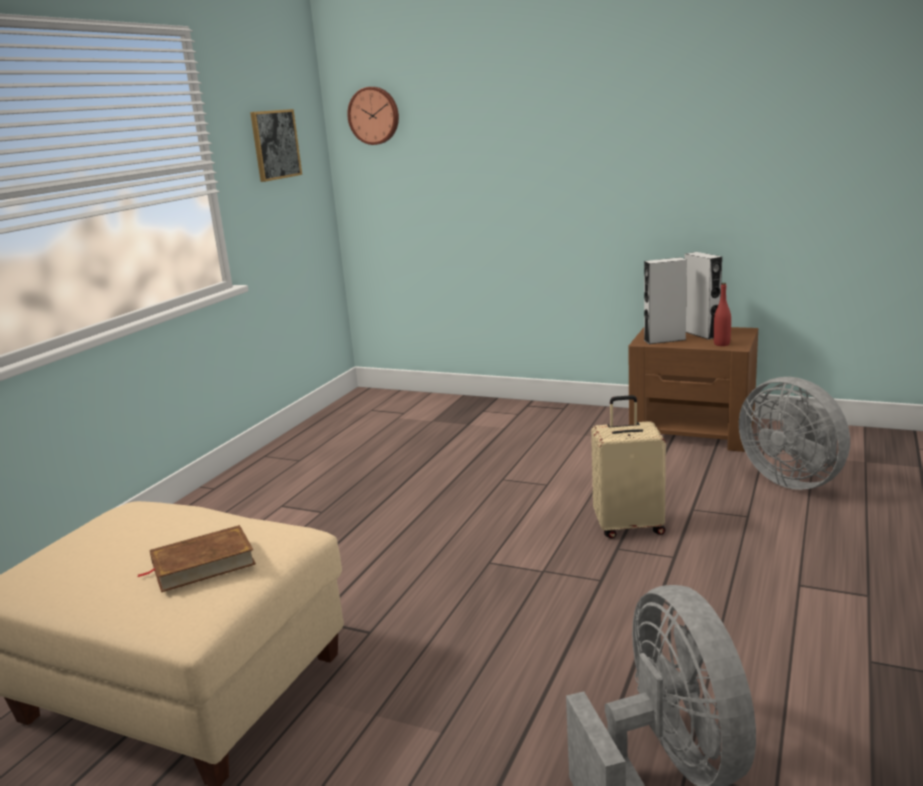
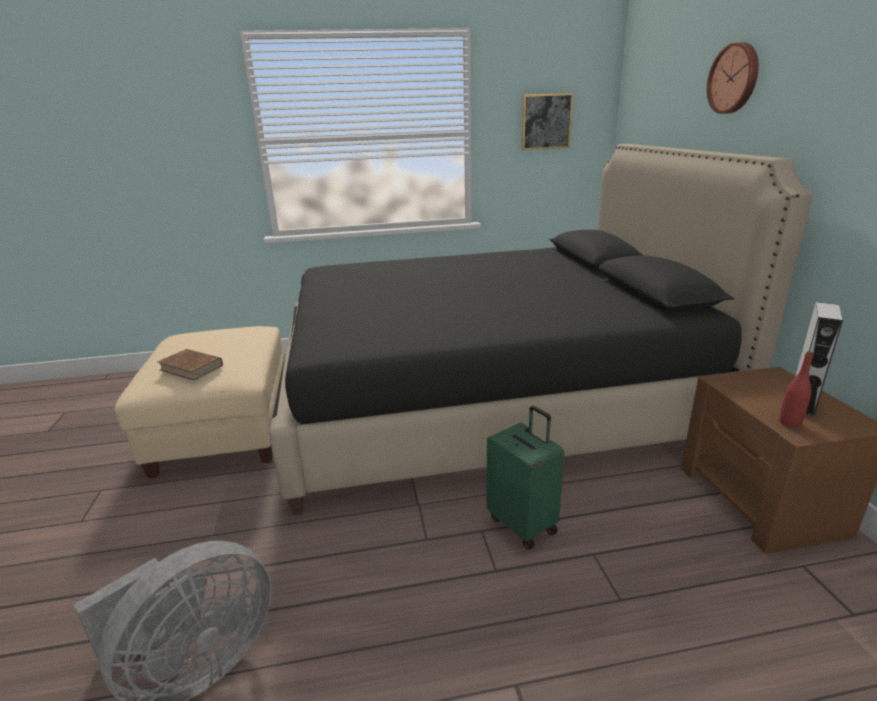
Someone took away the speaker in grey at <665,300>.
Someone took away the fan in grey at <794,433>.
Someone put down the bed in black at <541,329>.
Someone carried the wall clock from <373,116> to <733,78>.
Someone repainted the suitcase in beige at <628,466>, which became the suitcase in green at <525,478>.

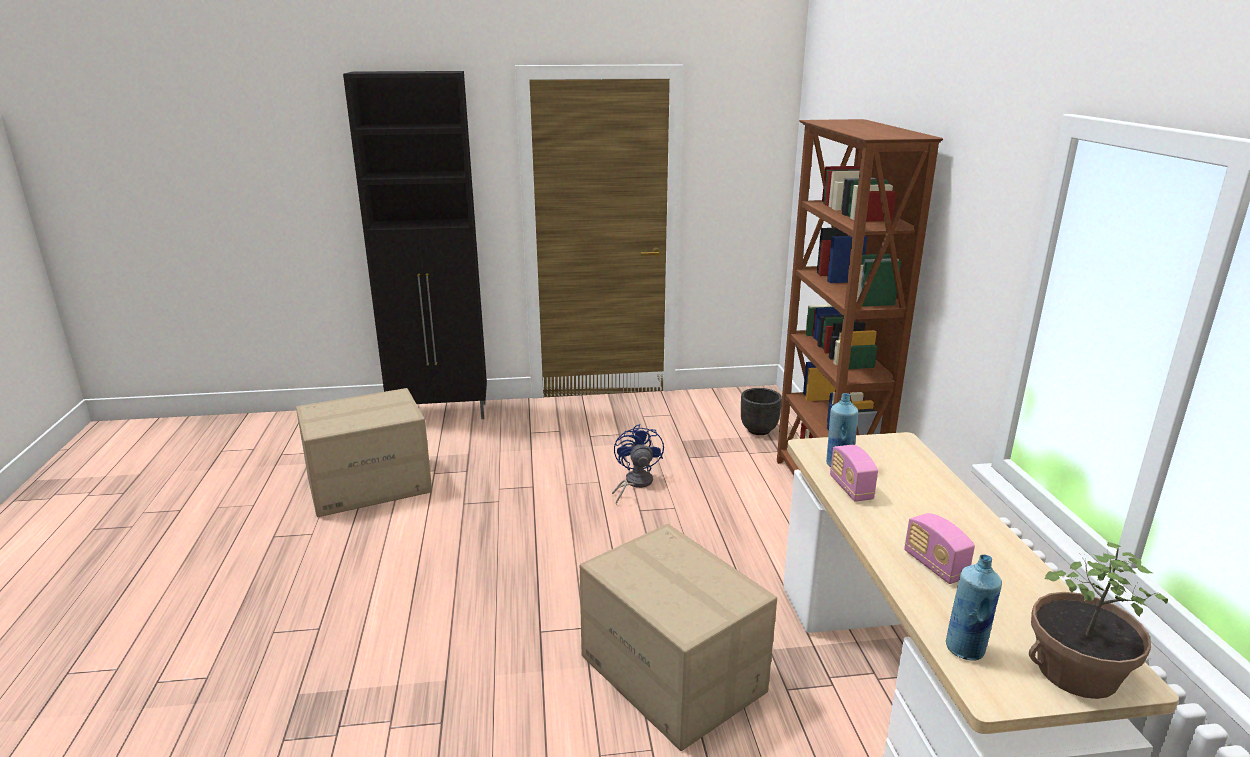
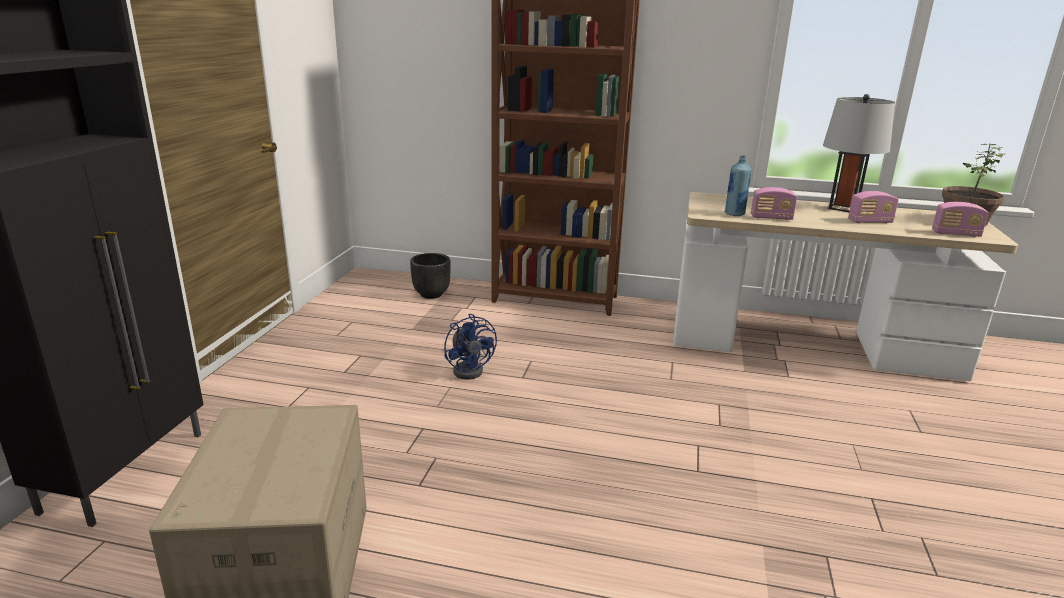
Someone took away the cardboard box at <678,637>.
Someone put down the table lamp in grey at <859,153>.
Someone swapped the bottle in blue at <974,607> for the radio at <960,219>.
Someone rotated the fan in blue at <638,464> by 135 degrees counterclockwise.

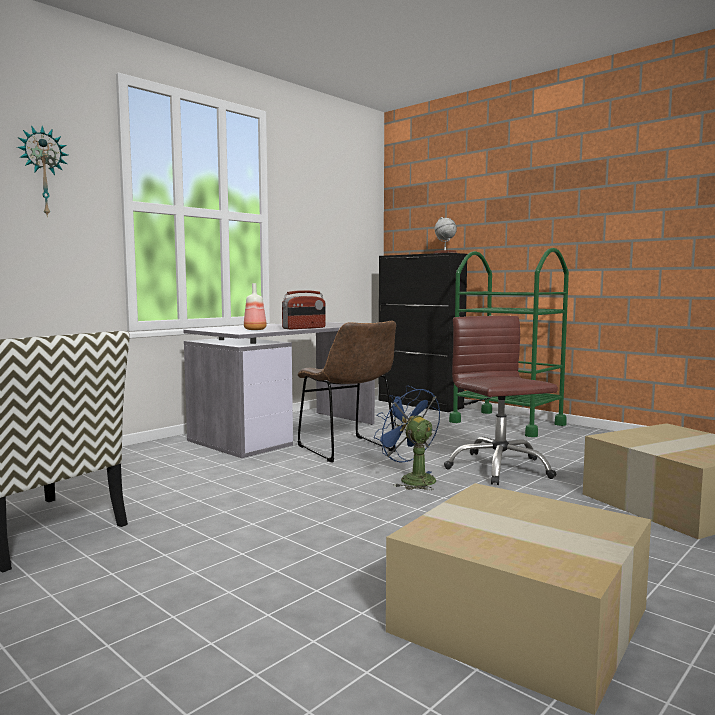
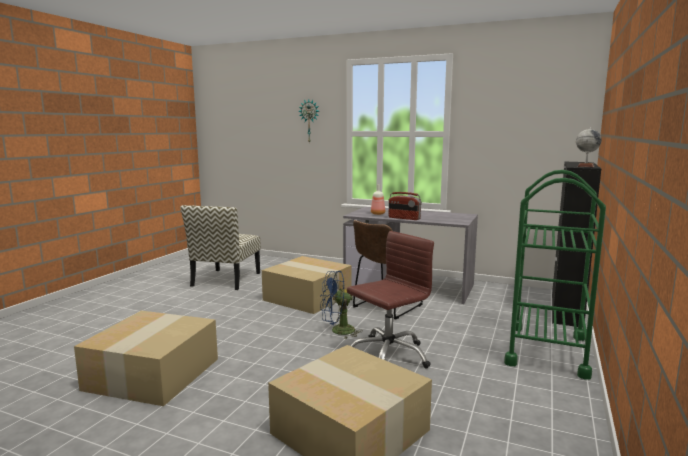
Someone put down the cardboard box at <307,285>.
Someone rotated the fan in blue at <407,438> by 135 degrees counterclockwise.

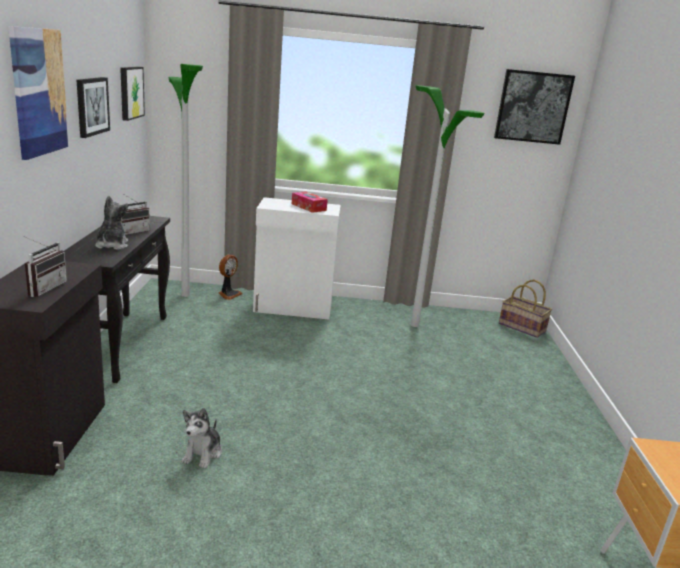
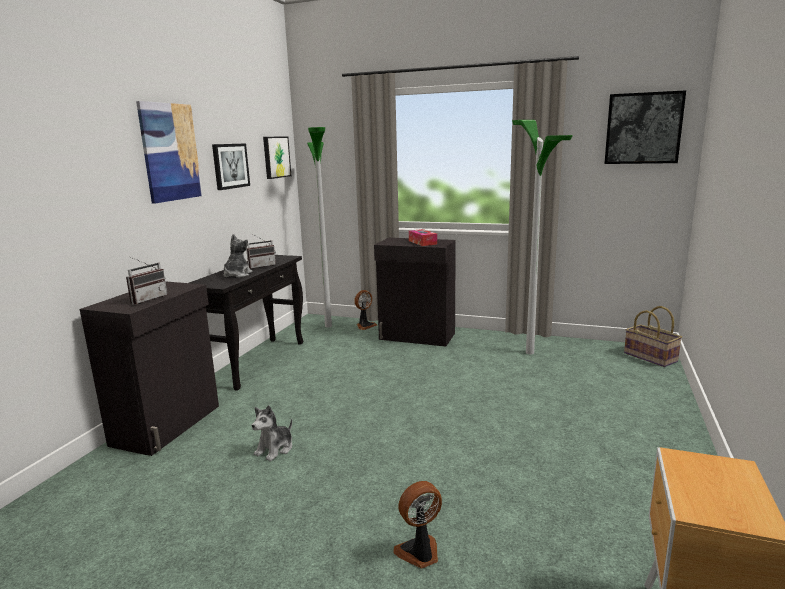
Someone put down the fan at <417,524>.
Someone repainted the cabinet in white at <297,258>, which became the cabinet in black at <415,292>.

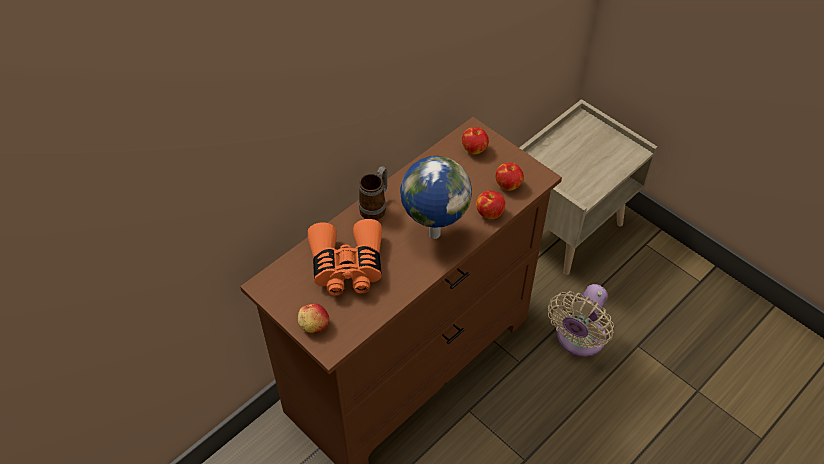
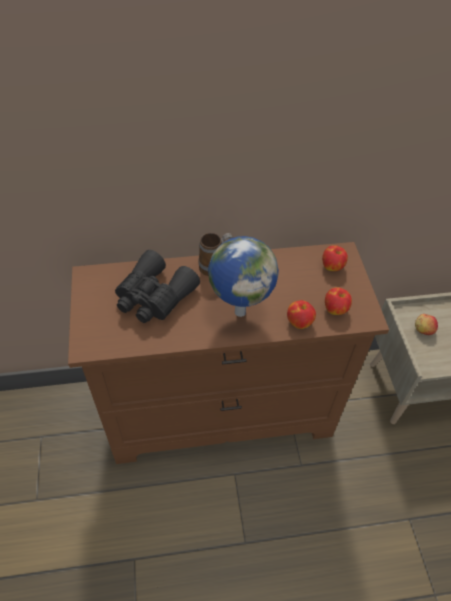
Someone took away the fan in beige at <581,320>.
Someone carried the apple from <313,318> to <426,324>.
Someone repainted the binoculars in orange at <345,257>, which became the binoculars in black at <157,286>.

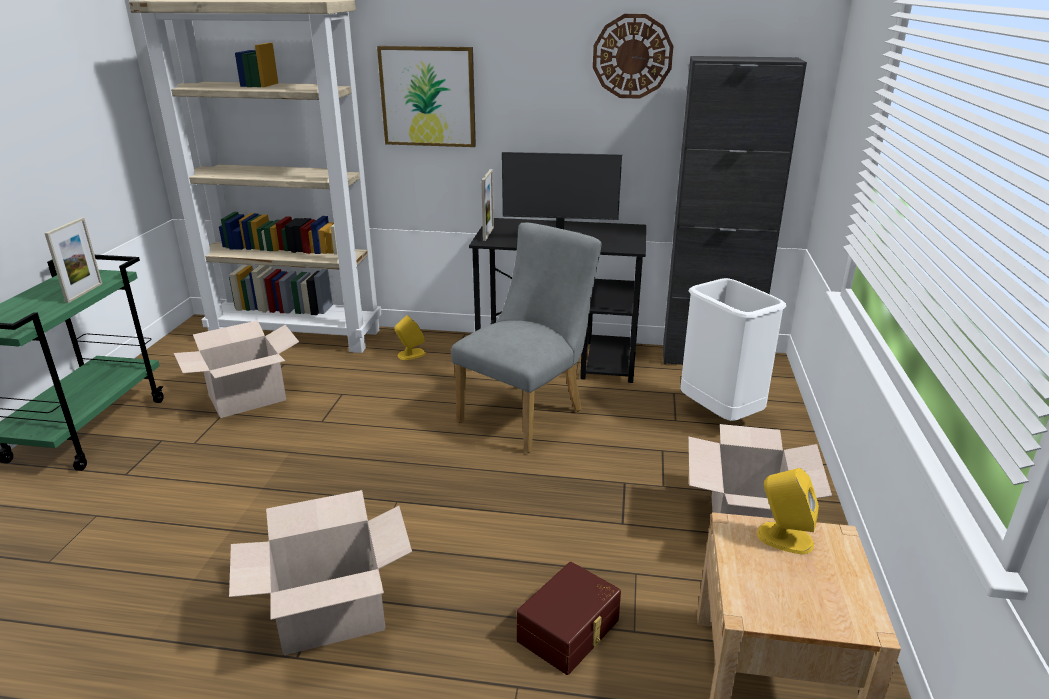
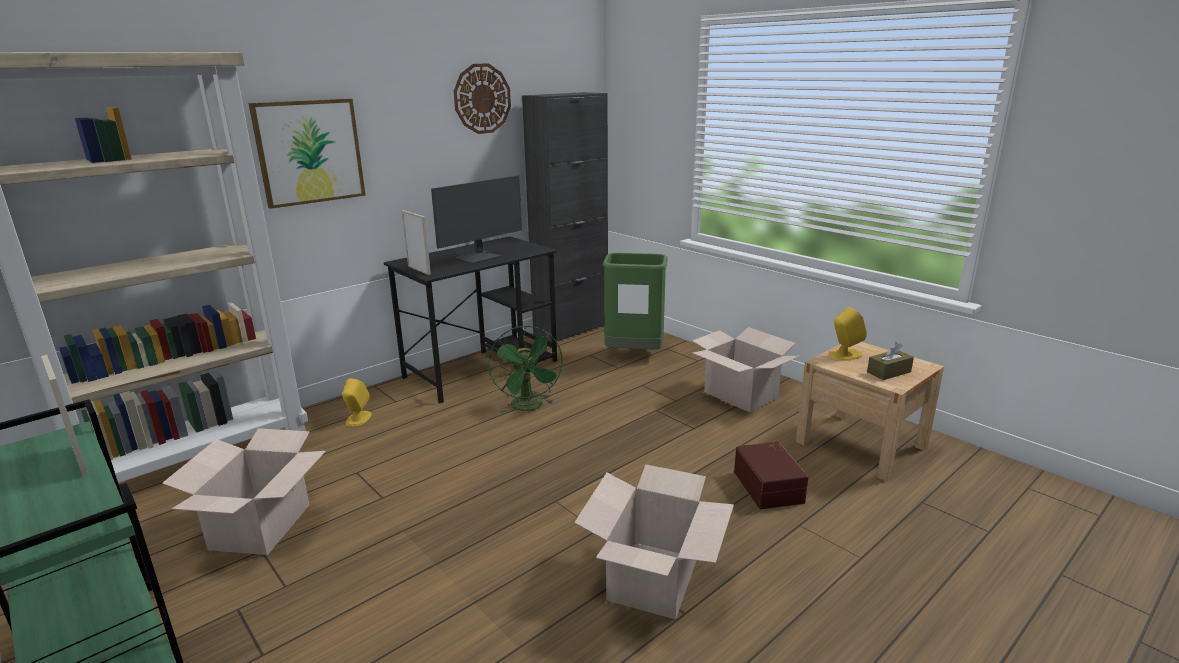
Someone put down the tissue box in brown at <890,361>.
Someone swapped the chair in grey at <526,338> for the fan in green at <525,369>.
Someone repainted the trash can in white at <733,349>, which became the trash can in green at <635,301>.

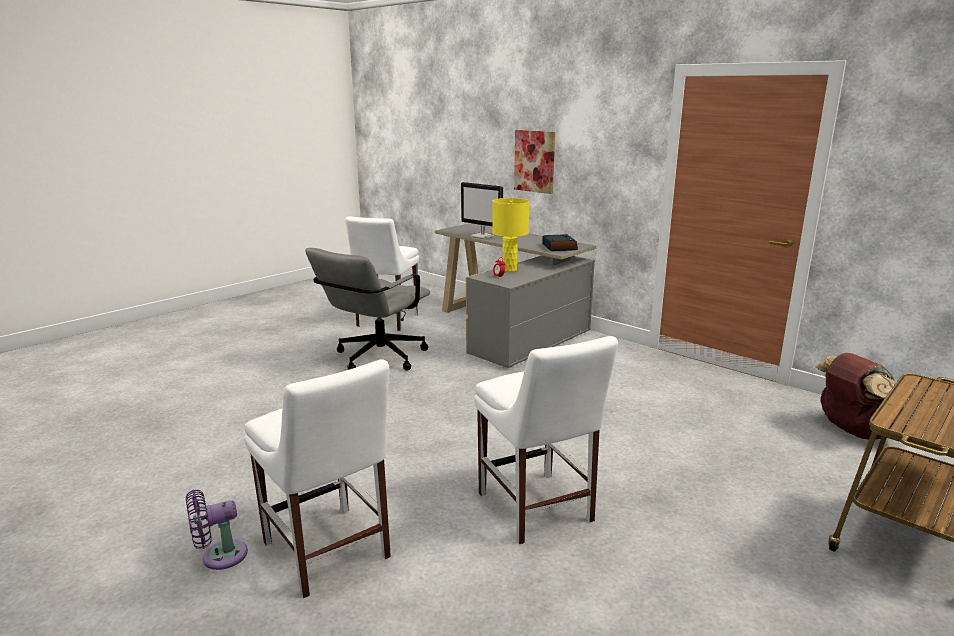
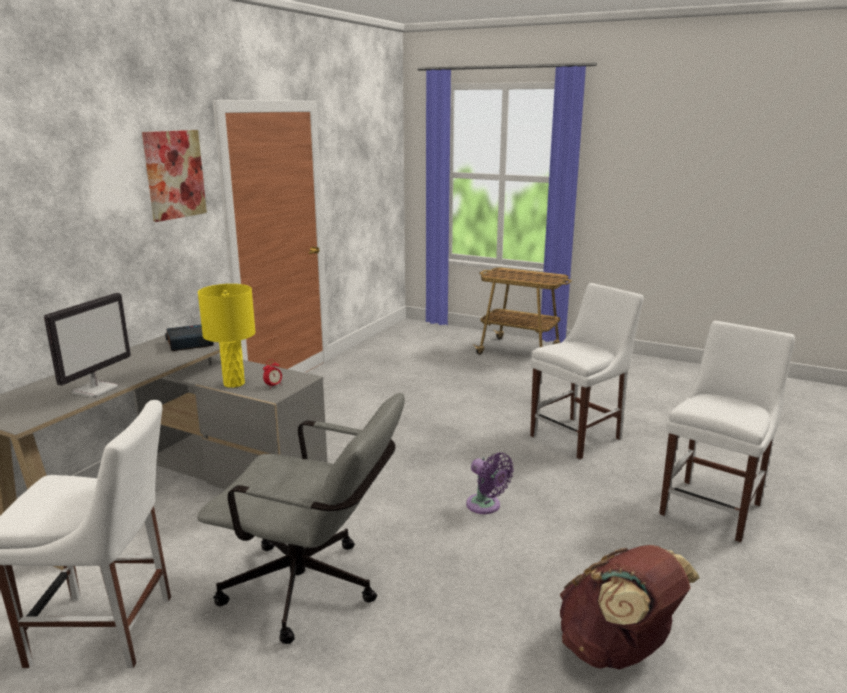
Someone carried the fan in purple from <217,530> to <490,483>.
Someone carried the picture from <534,162> to <174,176>.
Someone carried the backpack in brown from <860,396> to <630,607>.

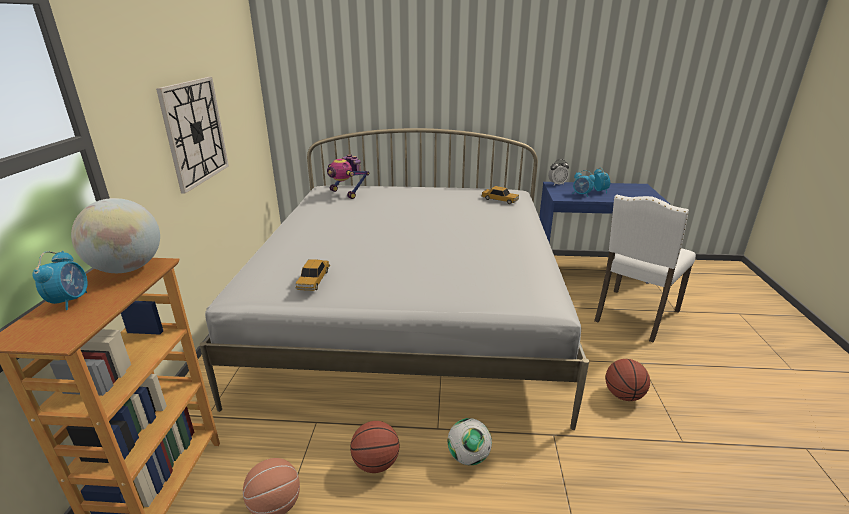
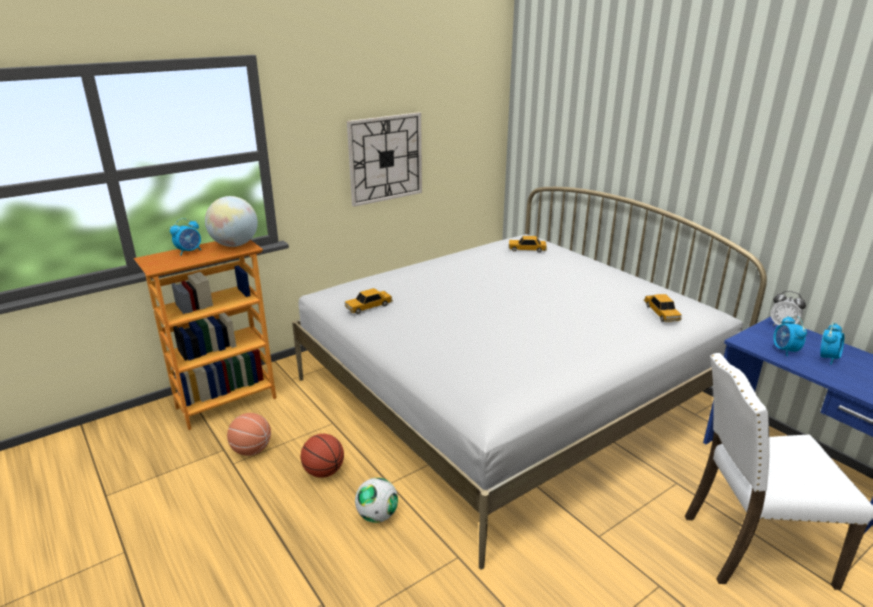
Someone took away the basketball at <628,380>.
Someone swapped the toy robot at <348,176> for the toy car at <528,244>.

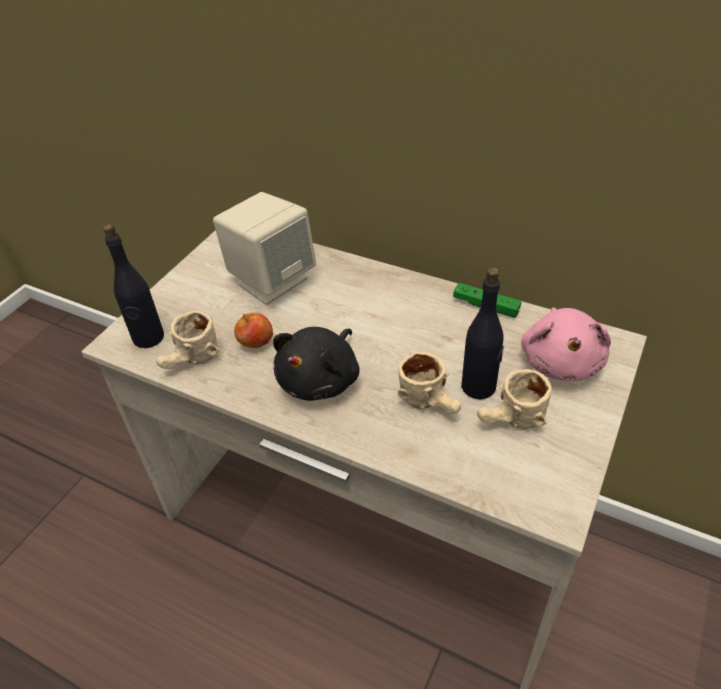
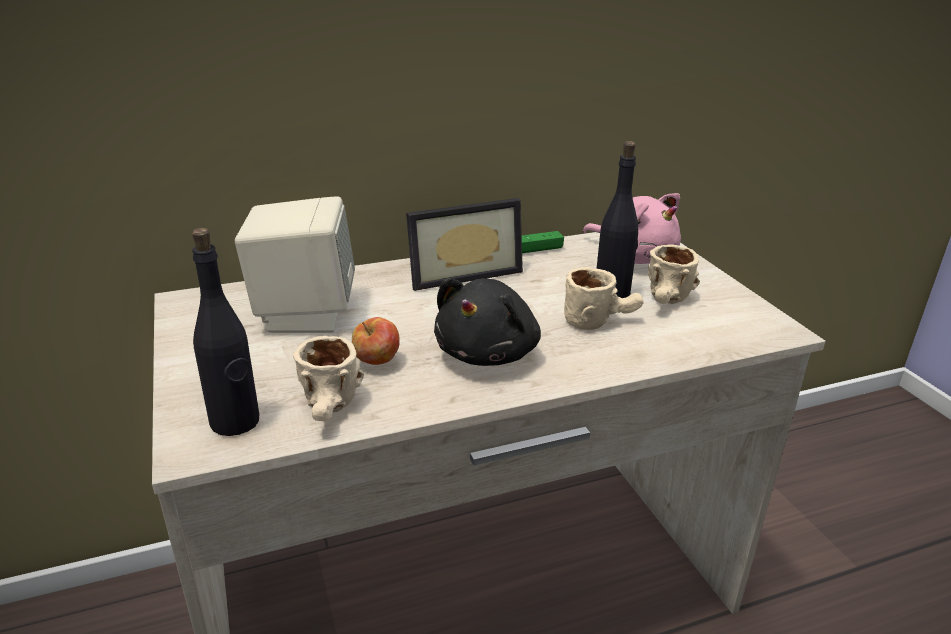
Someone put down the picture frame at <464,244>.
Someone rotated the plush toy in black at <316,364> by 45 degrees clockwise.

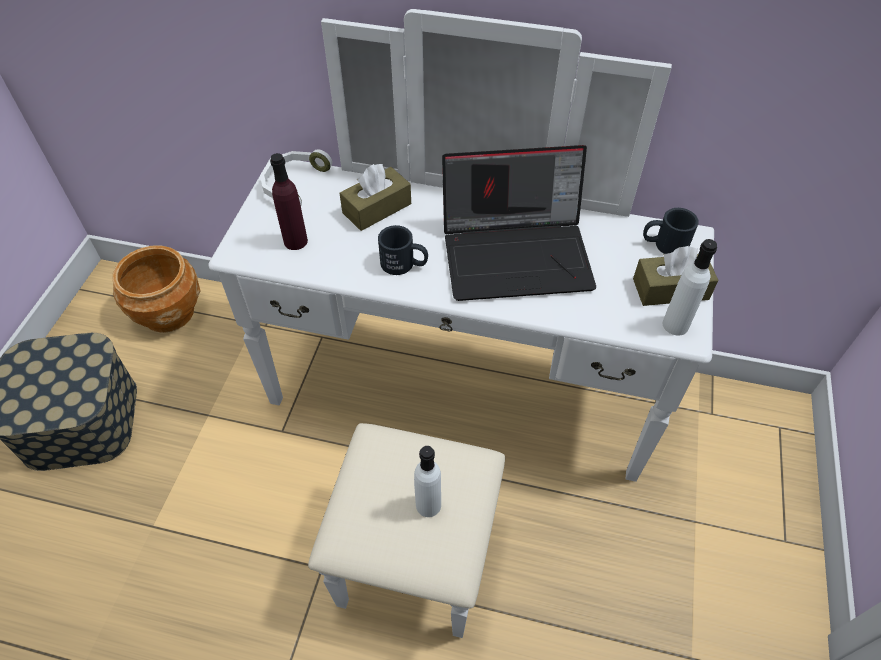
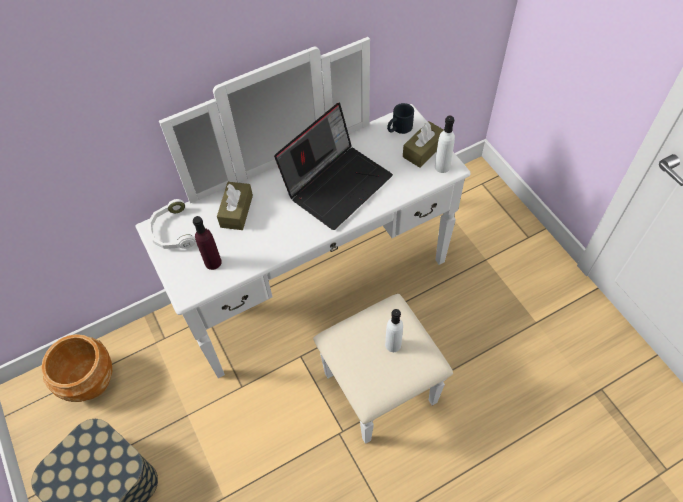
Someone took away the mug in black at <403,250>.

